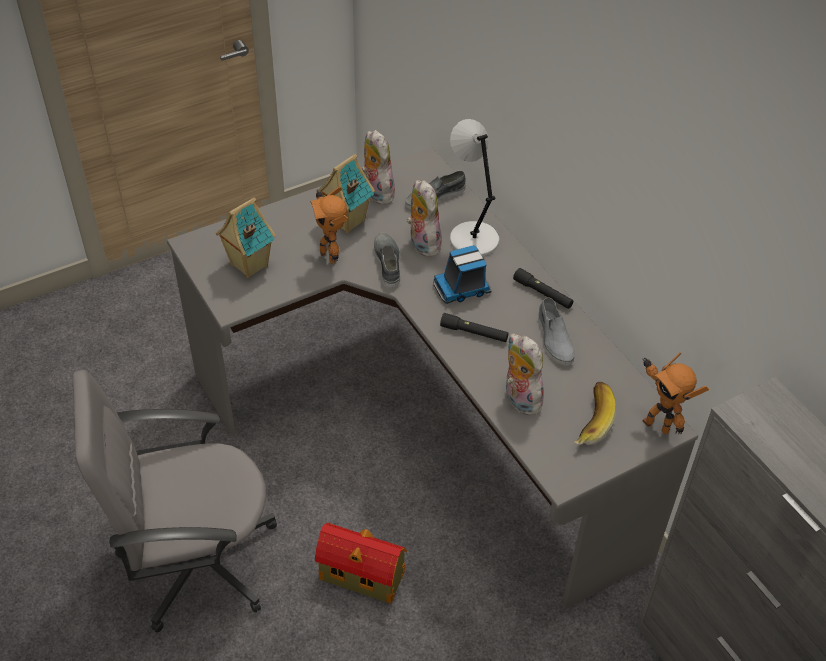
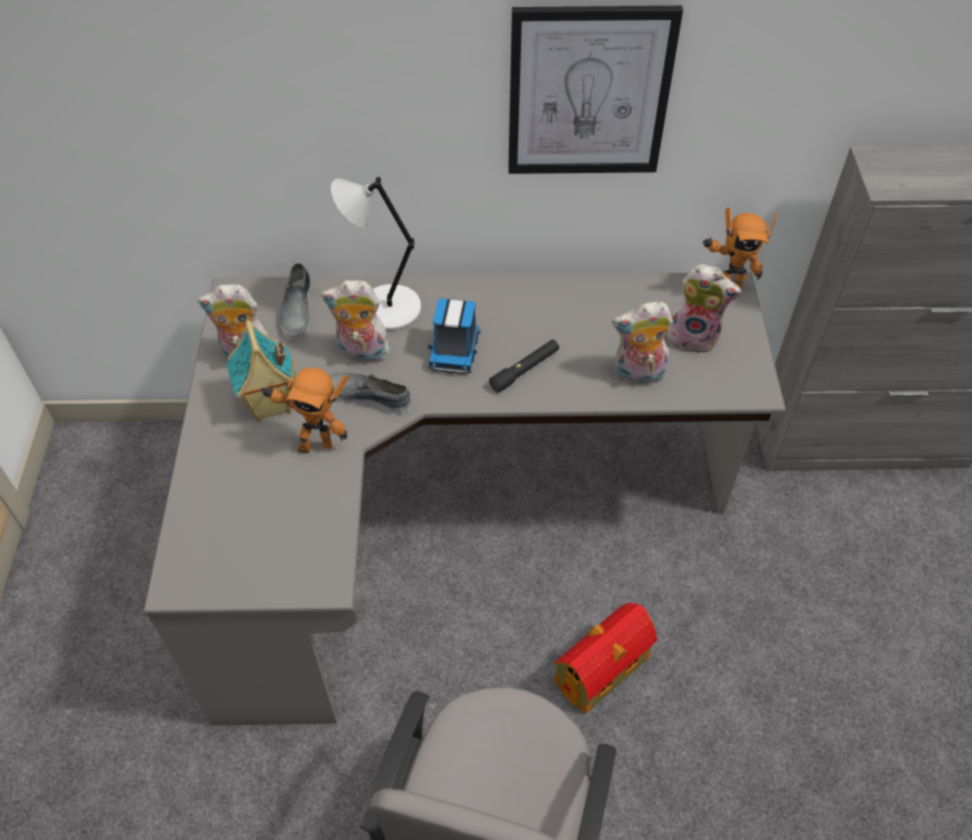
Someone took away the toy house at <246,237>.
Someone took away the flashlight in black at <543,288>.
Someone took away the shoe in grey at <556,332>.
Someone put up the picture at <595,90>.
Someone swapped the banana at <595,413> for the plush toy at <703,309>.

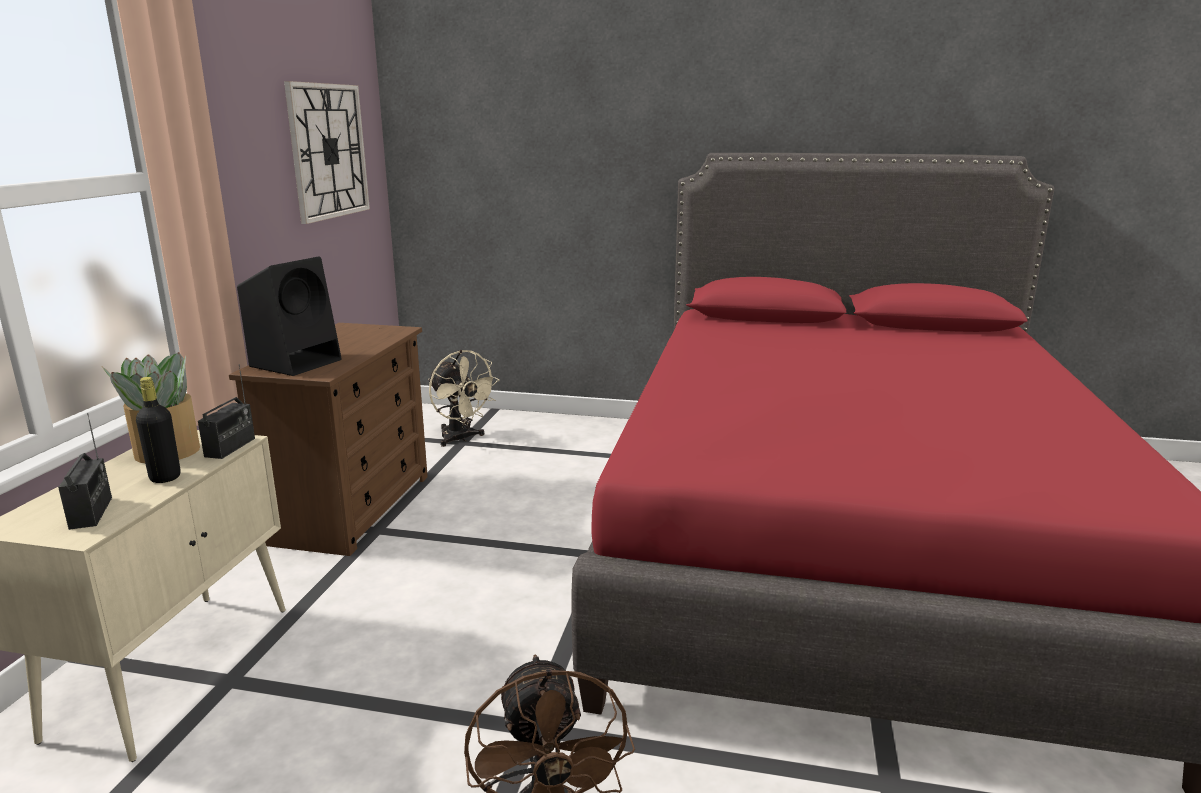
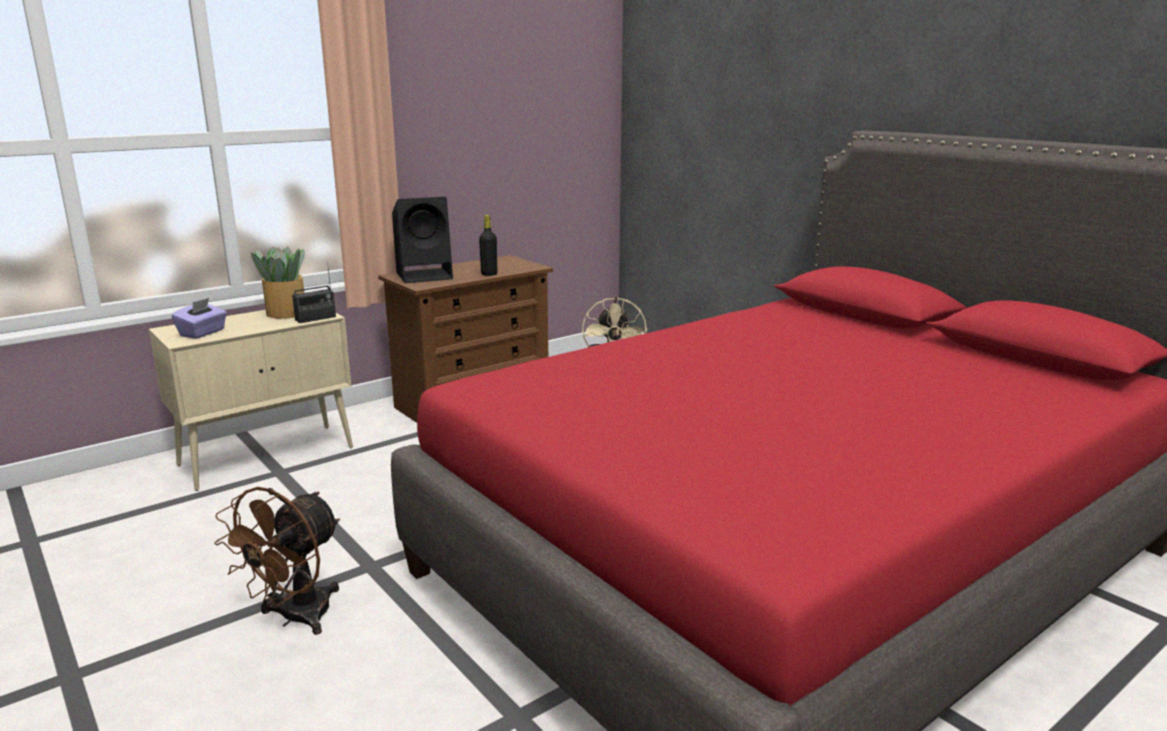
Someone took away the wall clock at <327,152>.
Someone carried the bottle in black from <158,430> to <488,245>.
Someone swapped the radio at <85,471> for the tissue box in purple at <199,318>.

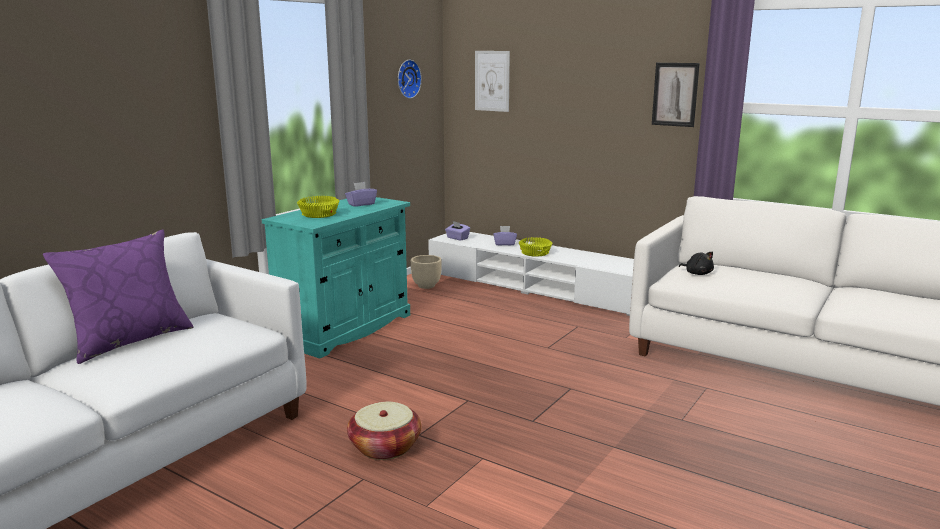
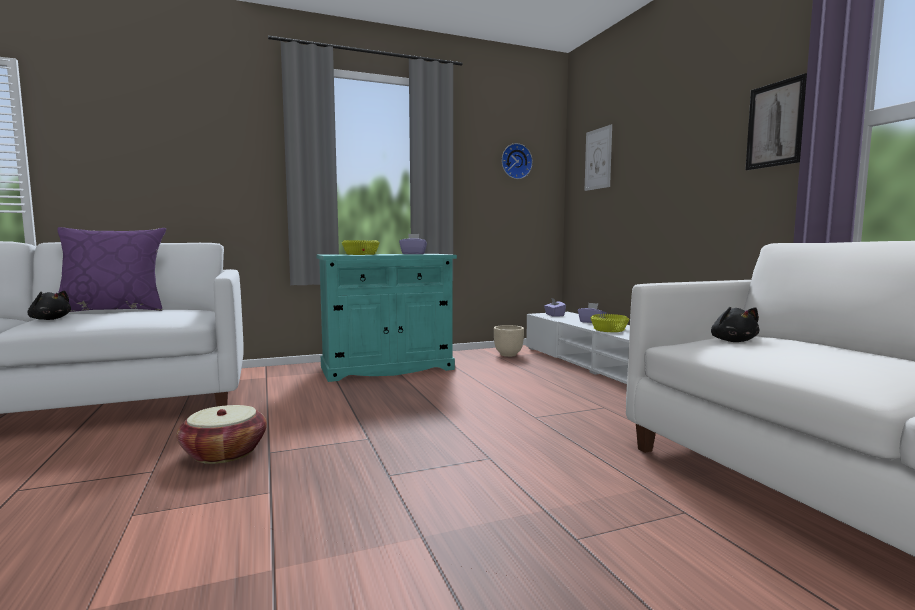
Someone put down the plush toy in black at <49,305>.

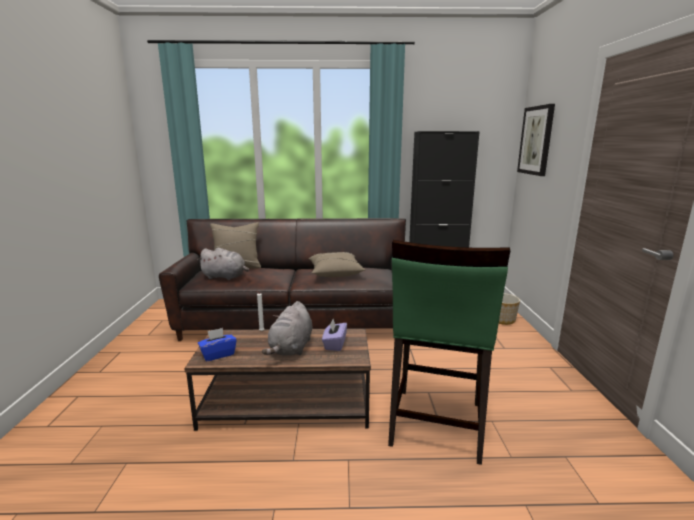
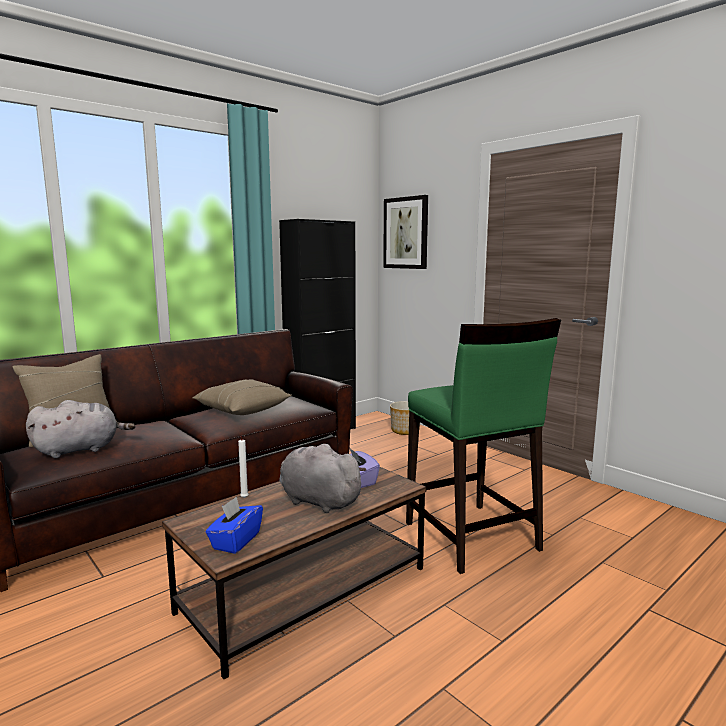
Someone rotated the plush toy in grey at <287,328> by 150 degrees clockwise.

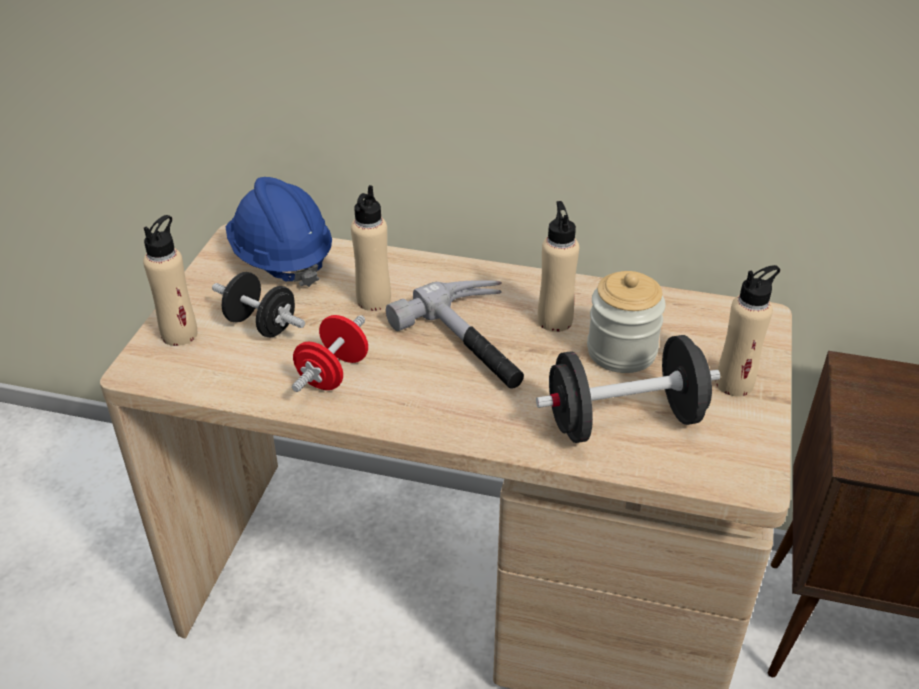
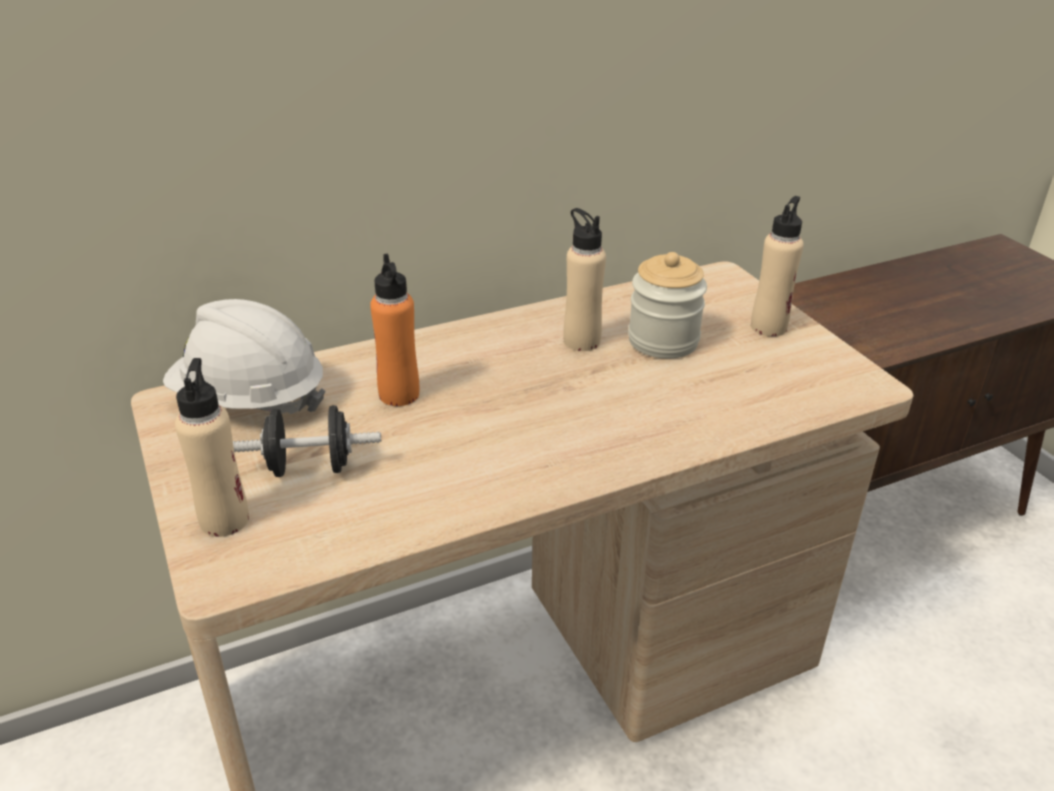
Someone took away the dumbbell in red at <330,353>.
Someone took away the hammer at <455,334>.
Someone took away the dumbbell in black at <628,389>.
Someone repainted the hard hat in blue at <279,232>, which became the hard hat in white at <244,356>.
Someone repainted the bottle in beige at <371,248>, which became the bottle in orange at <394,330>.

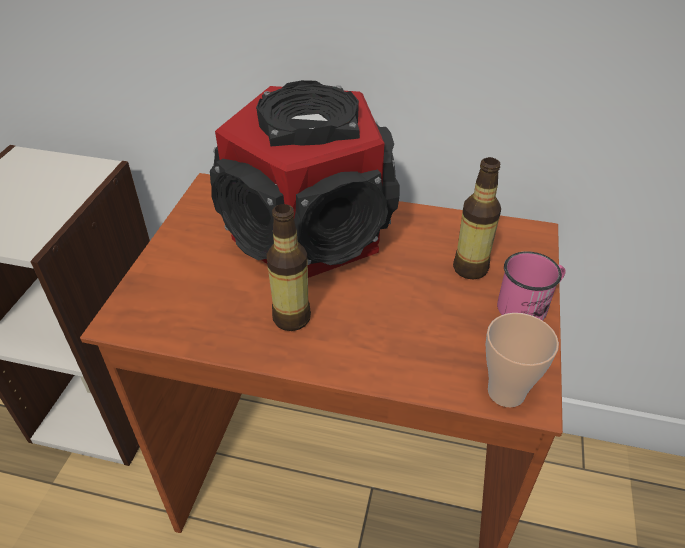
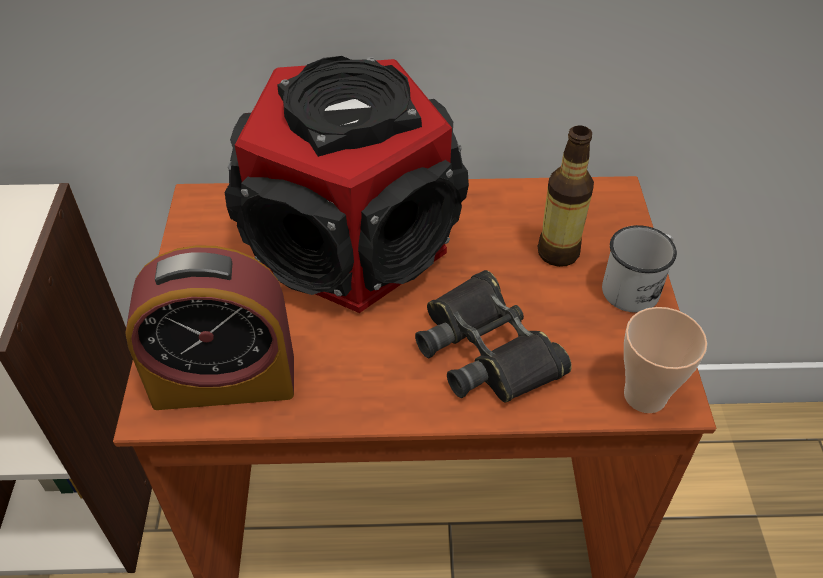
Someone took away the bottle at <288,267>.
Someone put down the alarm clock at <209,327>.
Someone put down the binoculars in black at <493,336>.
Someone repainted the mug in pink at <531,286>, which became the mug in white at <639,269>.

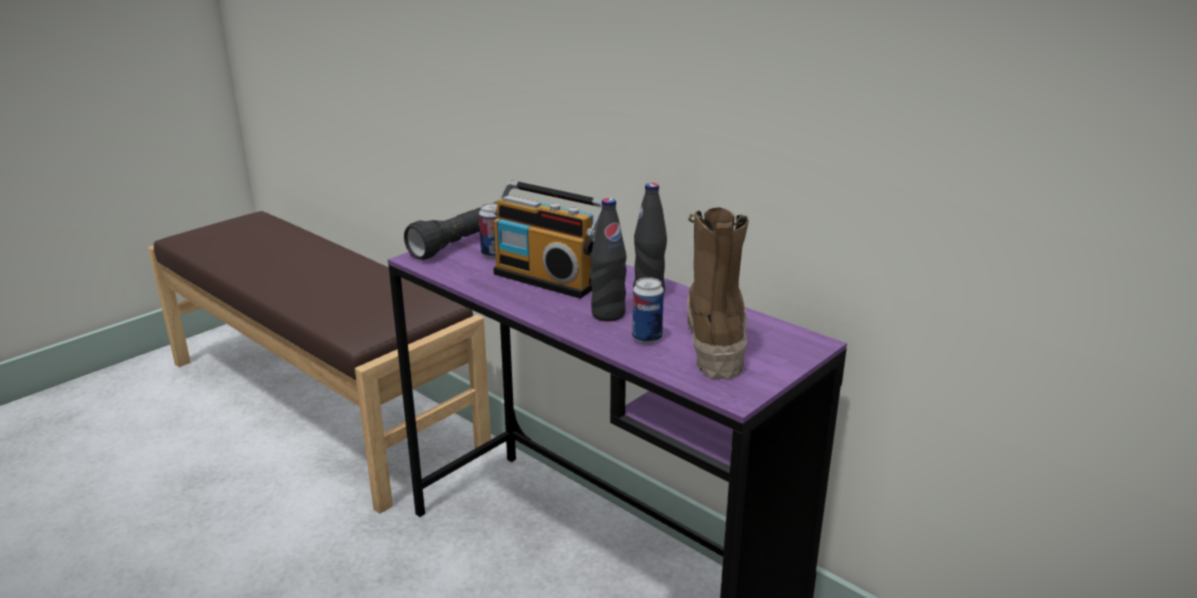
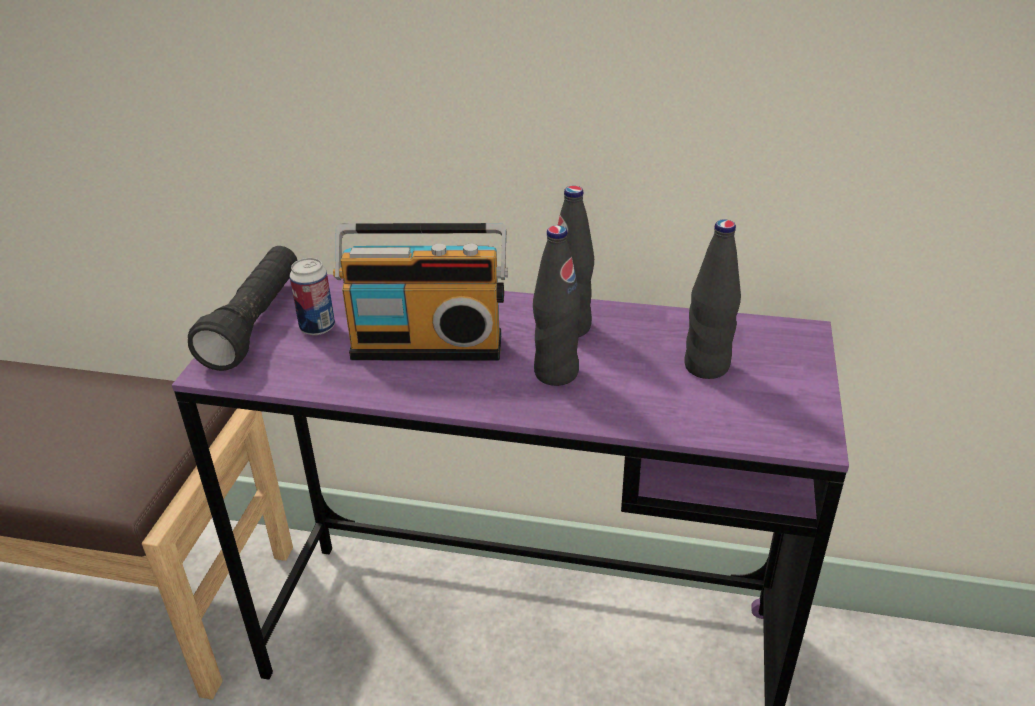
Someone took away the can at <648,310>.
Someone swapped the boot at <718,293> for the bottle in black at <712,299>.

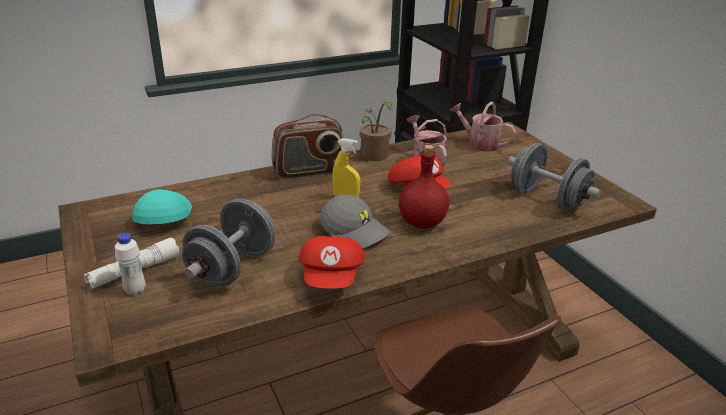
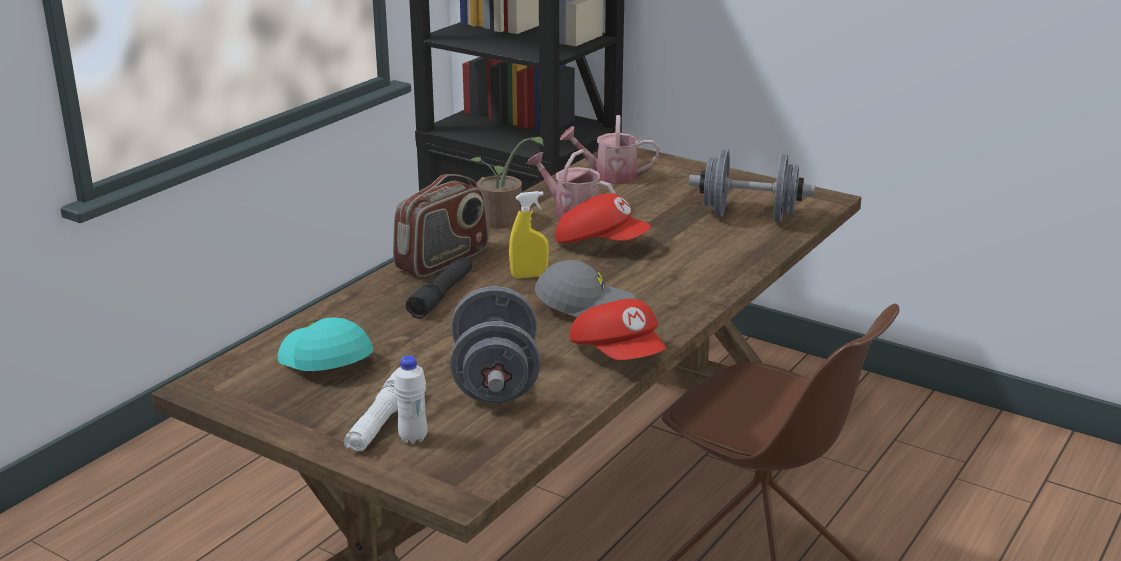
Someone took away the bottle in red at <424,187>.
Someone put down the flashlight in black at <439,288>.

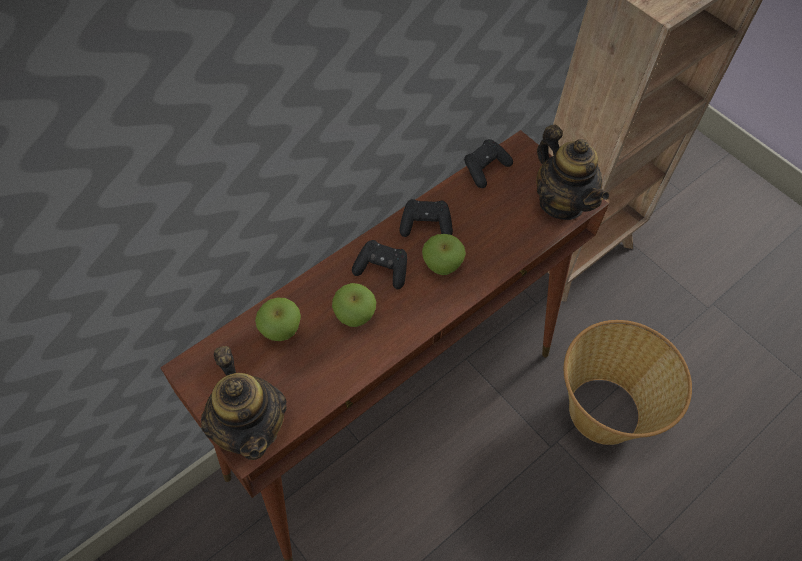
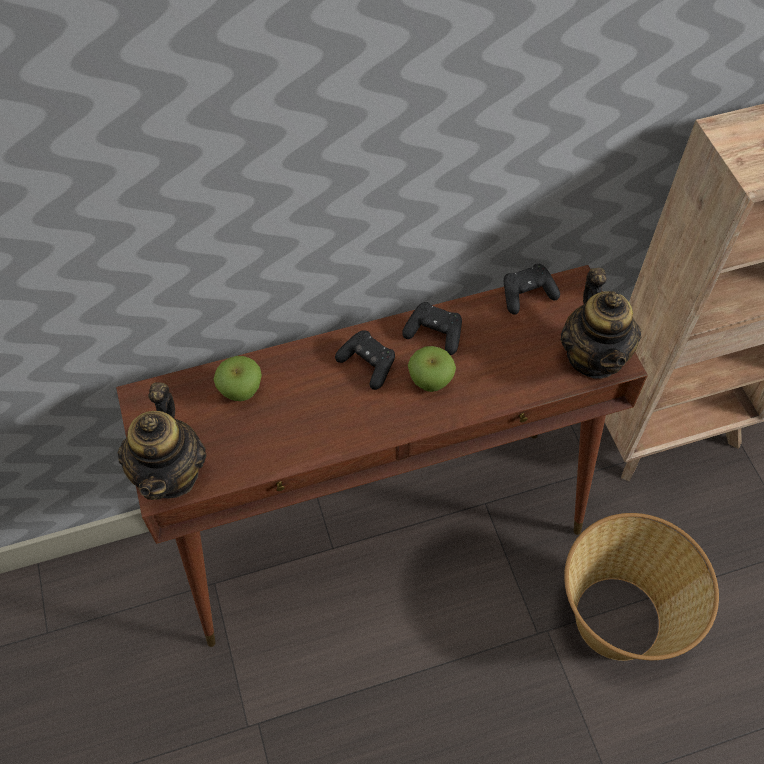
Someone took away the apple at <354,305>.

